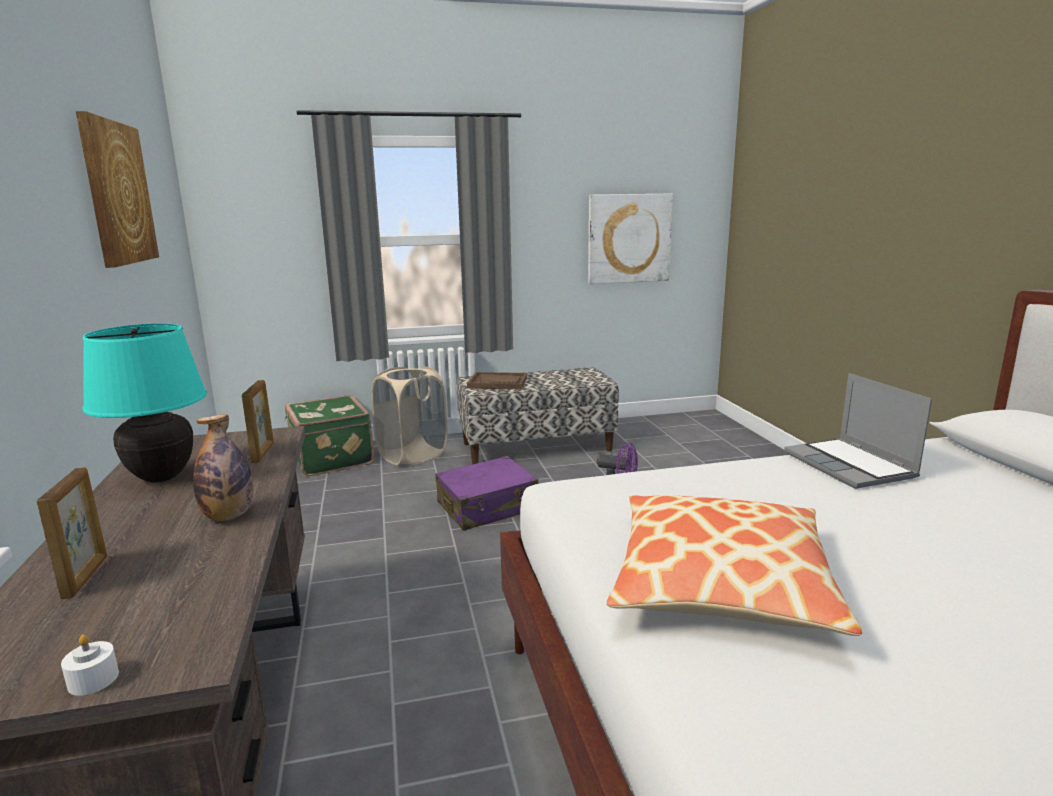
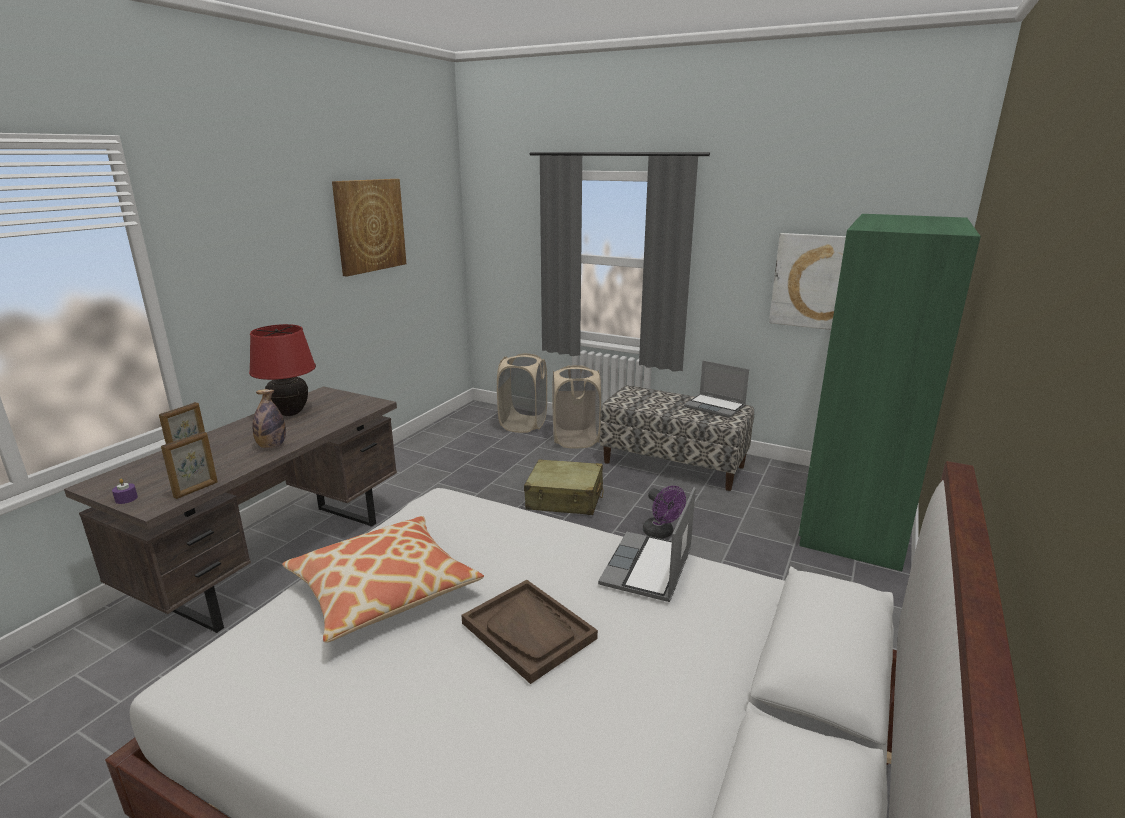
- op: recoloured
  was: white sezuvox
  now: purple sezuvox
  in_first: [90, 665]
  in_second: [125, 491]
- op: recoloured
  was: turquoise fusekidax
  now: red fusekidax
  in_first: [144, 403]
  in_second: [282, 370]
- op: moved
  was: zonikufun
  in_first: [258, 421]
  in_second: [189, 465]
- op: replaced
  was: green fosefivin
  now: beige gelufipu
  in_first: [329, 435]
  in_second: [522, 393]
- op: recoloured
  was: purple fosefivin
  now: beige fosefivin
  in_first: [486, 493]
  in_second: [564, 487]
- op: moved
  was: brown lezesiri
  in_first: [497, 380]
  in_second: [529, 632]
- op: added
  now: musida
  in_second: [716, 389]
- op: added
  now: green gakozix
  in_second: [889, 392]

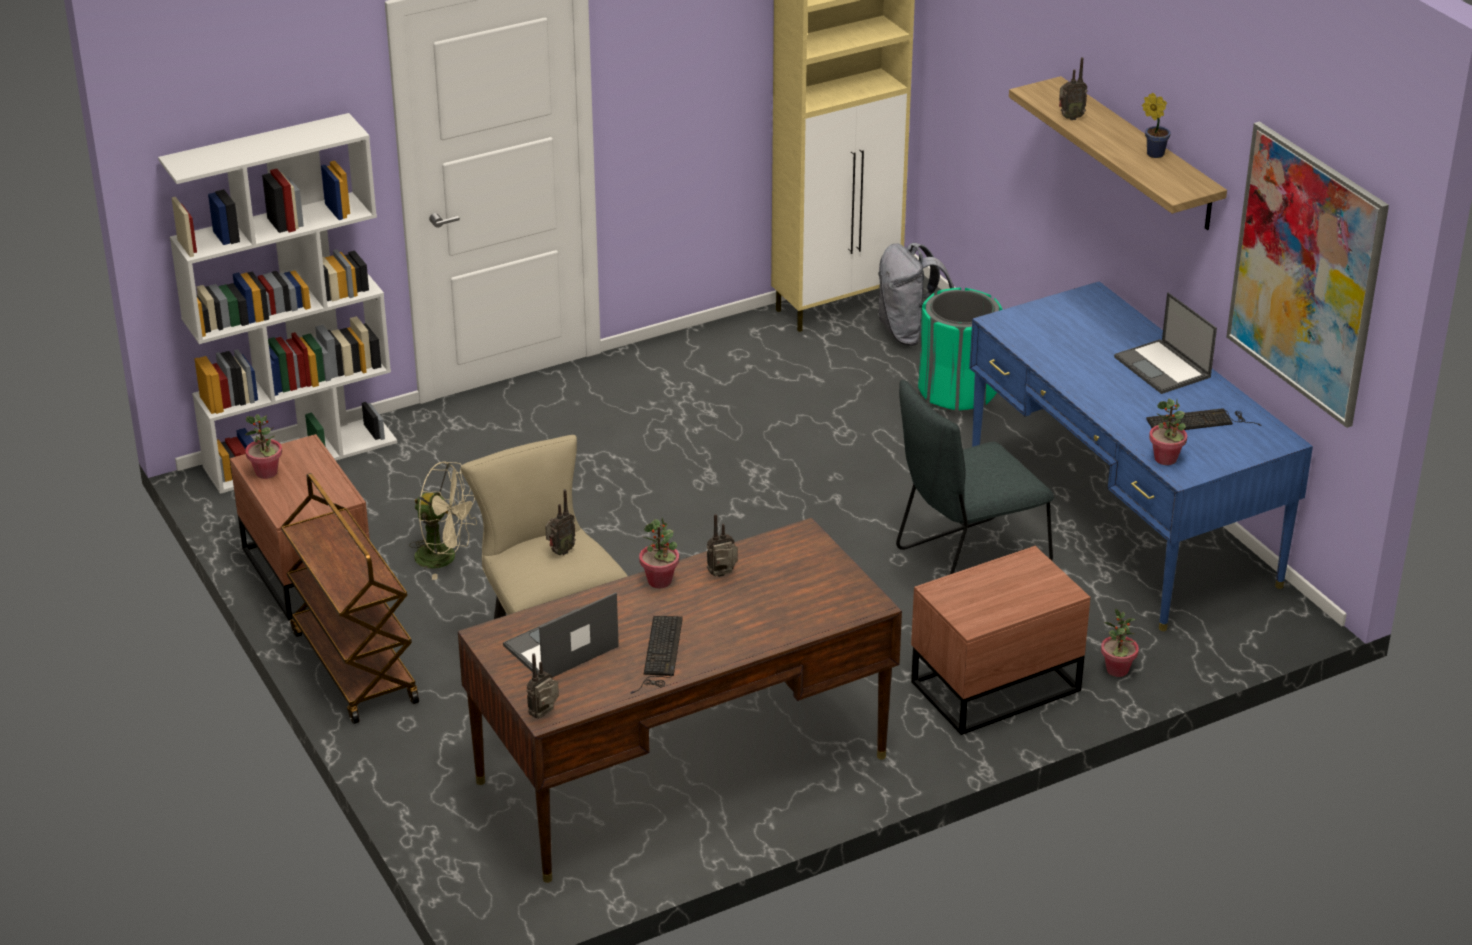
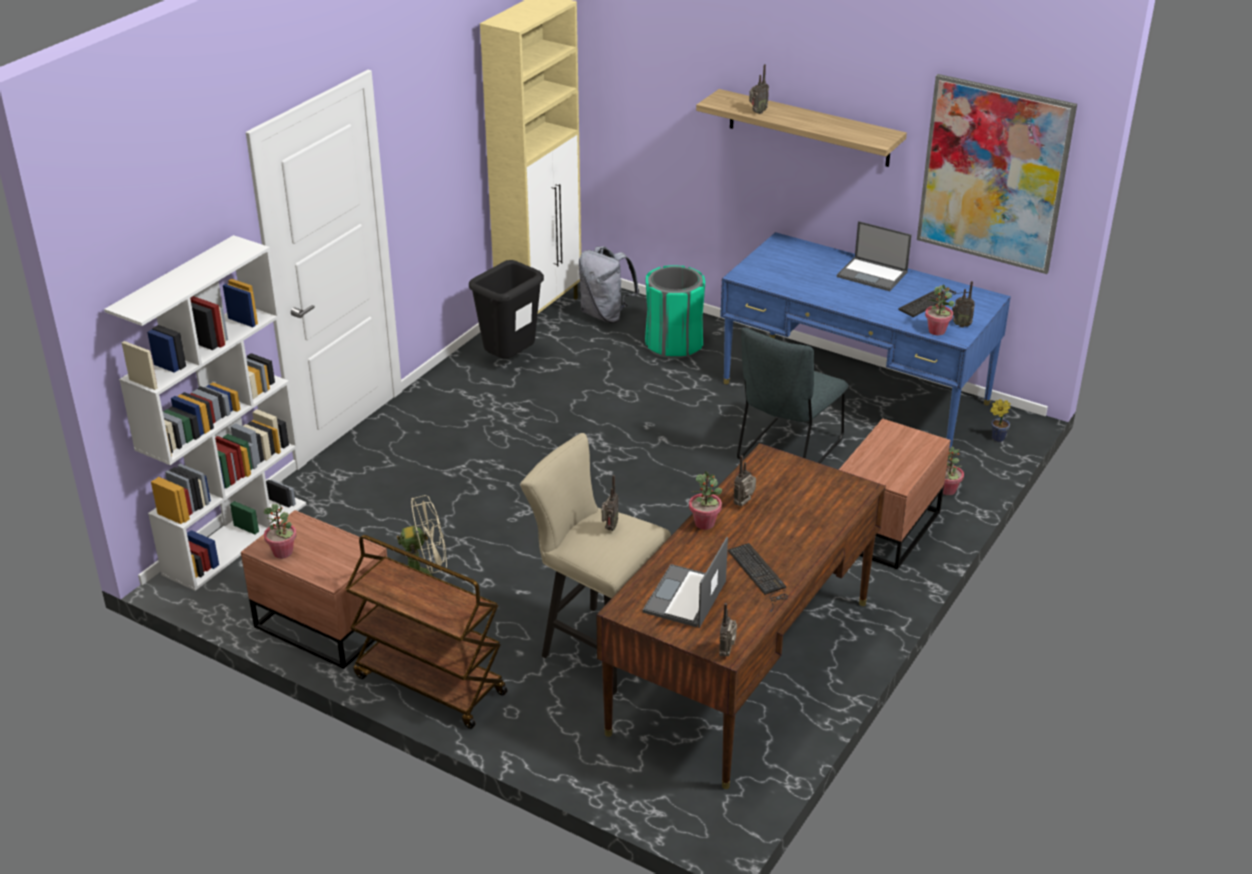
- op: moved
  was: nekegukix
  in_first: [1156, 125]
  in_second: [1000, 420]
- op: added
  now: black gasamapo
  in_second: [506, 309]
- op: added
  now: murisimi
  in_second: [963, 304]

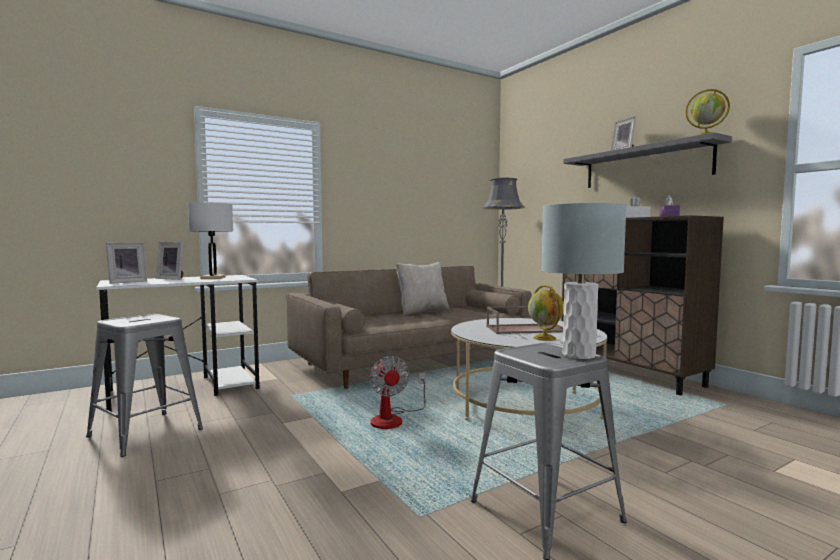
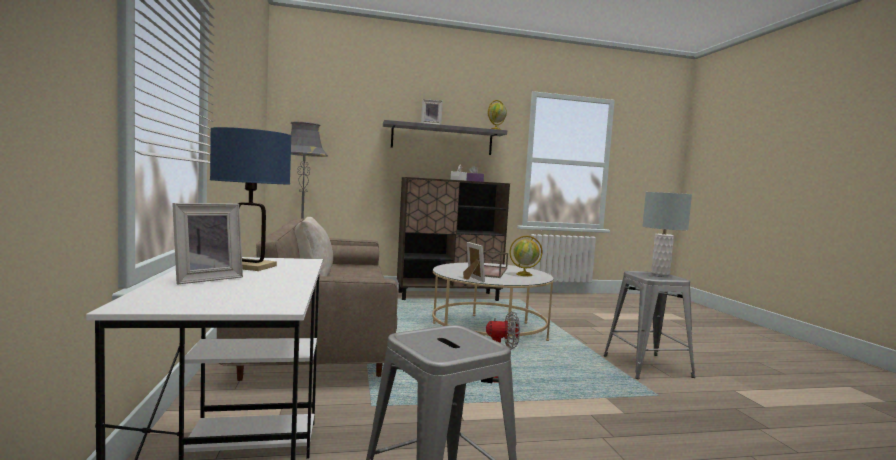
- op: moved
  was: zonikufun
  in_first: [126, 263]
  in_second: [474, 262]
- op: recoloured
  was: white fusekidax
  now: blue fusekidax
  in_first: [210, 240]
  in_second: [250, 199]

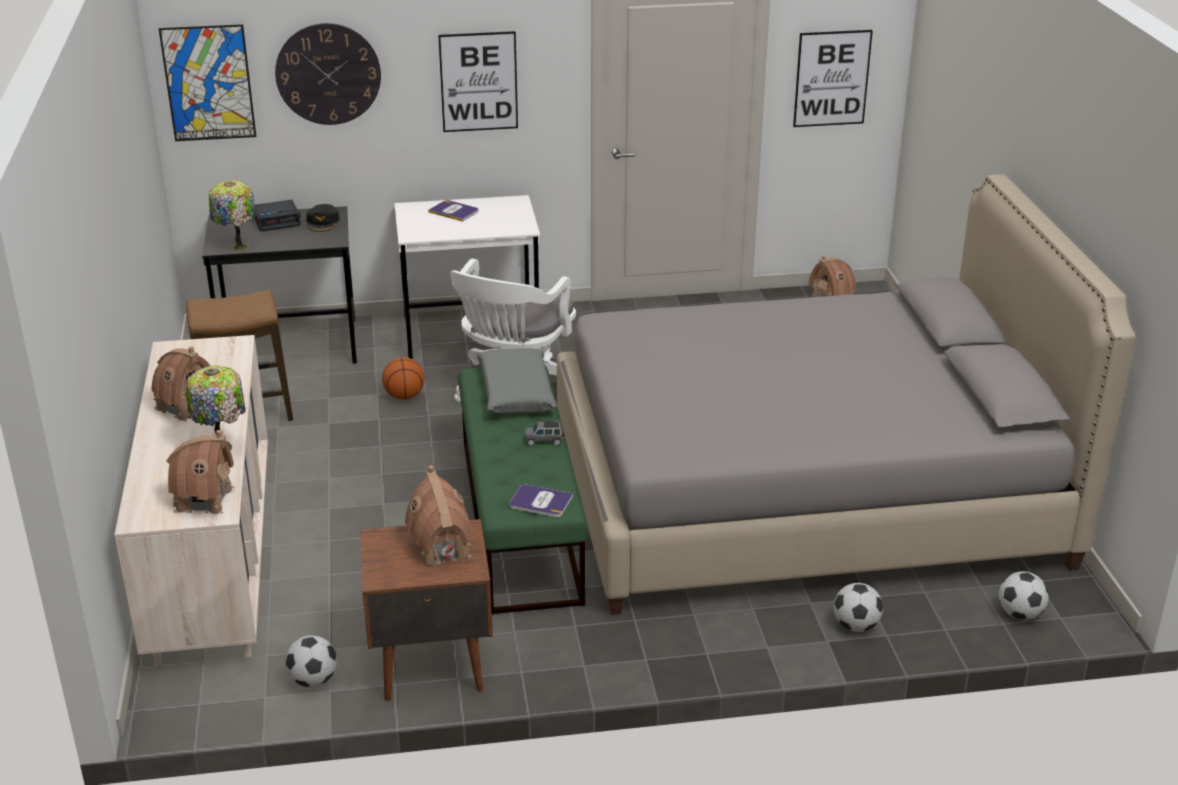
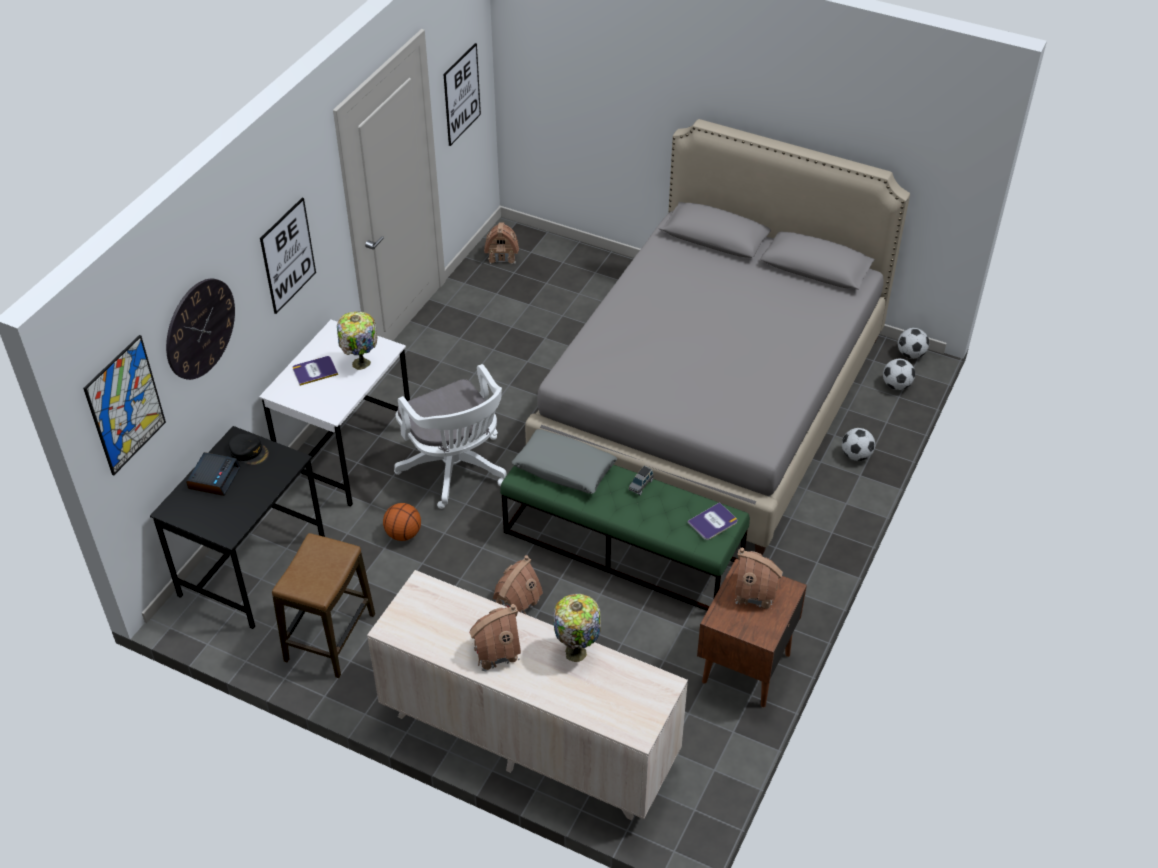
- op: moved
  was: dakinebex
  in_first: [200, 472]
  in_second: [518, 584]
- op: moved
  was: fusekidax
  in_first: [232, 215]
  in_second: [357, 340]
- op: moved
  was: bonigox
  in_first: [311, 661]
  in_second: [913, 343]

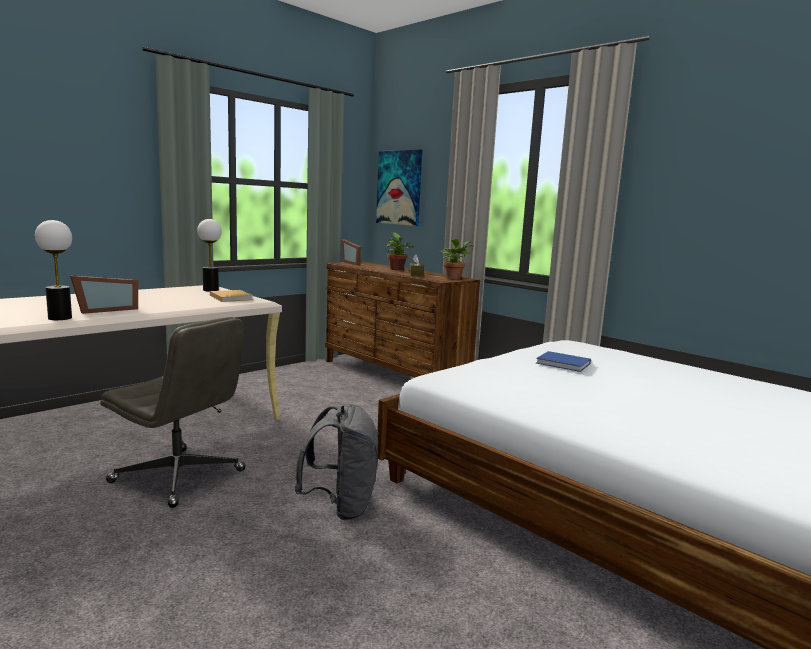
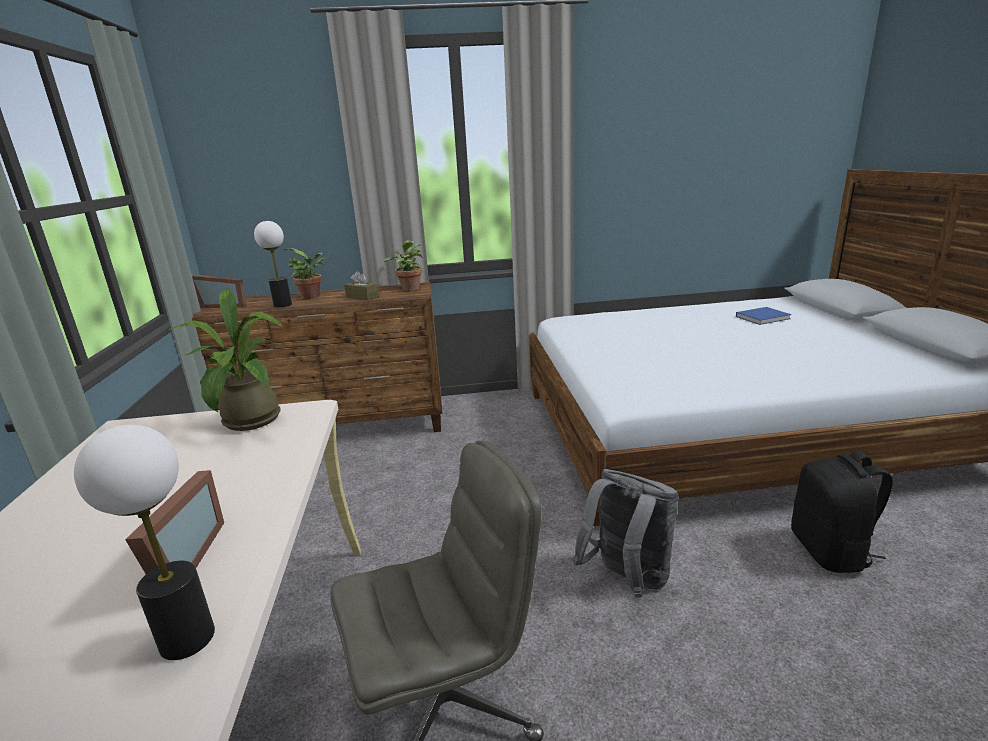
- op: moved
  was: fusekidax
  in_first: [210, 255]
  in_second: [273, 264]
- op: replaced
  was: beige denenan
  now: nekegukix
  in_first: [231, 296]
  in_second: [226, 360]
- op: removed
  was: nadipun
  in_first: [399, 187]
- op: moved
  was: blue denenan
  in_first: [563, 361]
  in_second: [764, 316]
- op: added
  now: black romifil
  in_second: [842, 512]

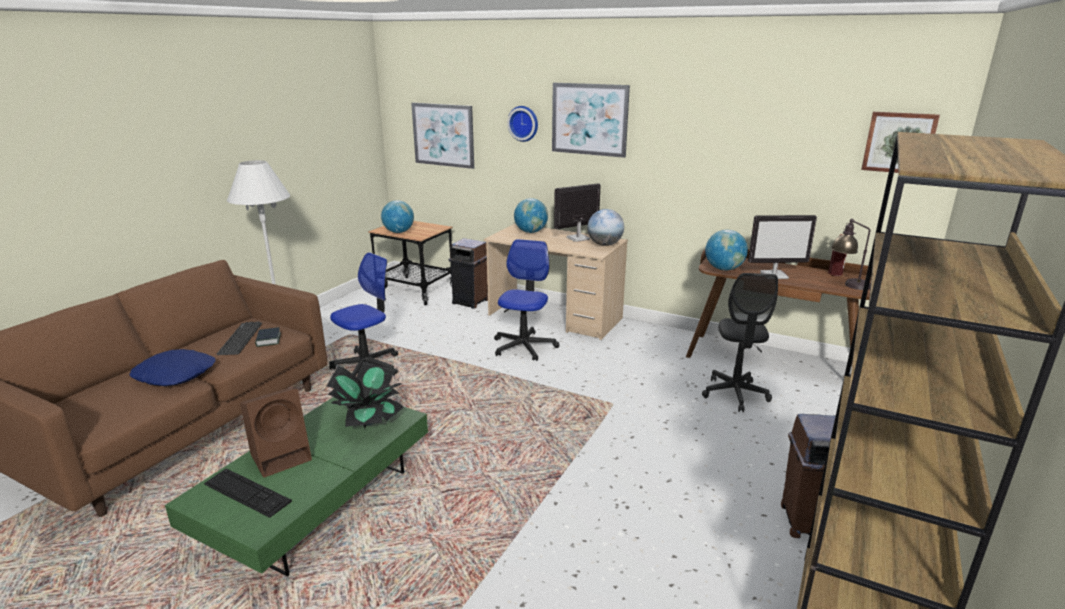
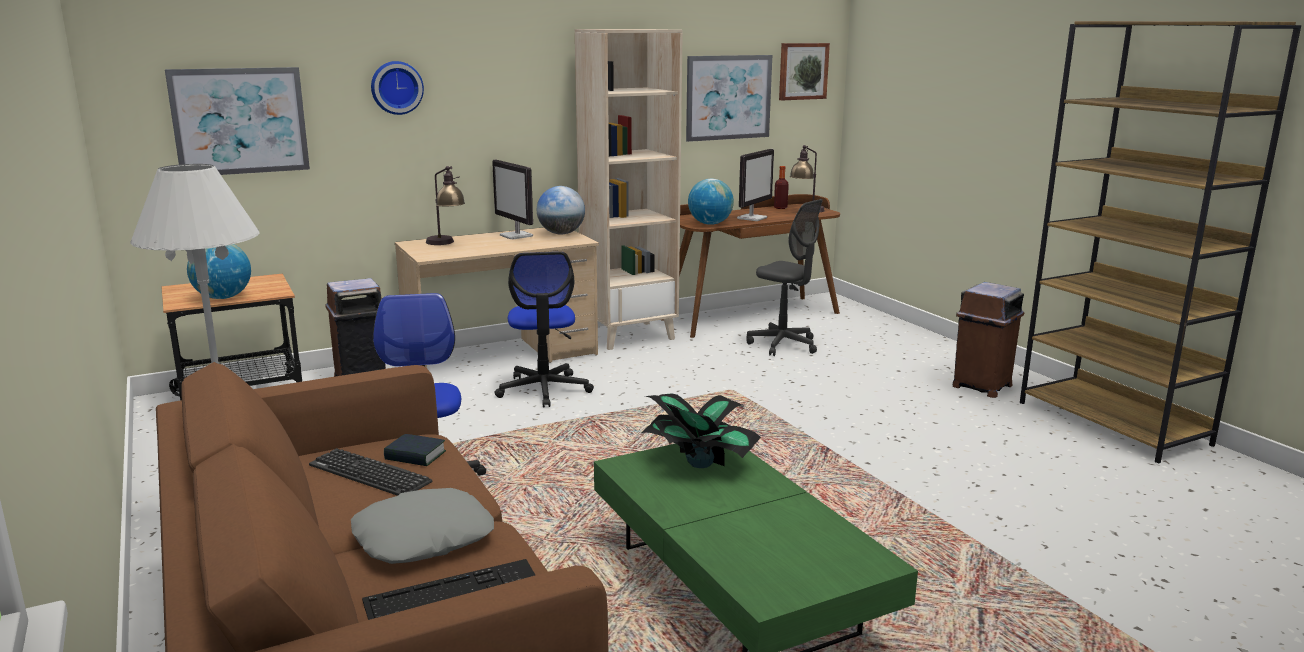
- op: recoloured
  was: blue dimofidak
  now: grey dimofidak
  in_first: [172, 367]
  in_second: [422, 526]
- op: moved
  was: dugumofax
  in_first: [248, 493]
  in_second: [448, 589]
- op: removed
  was: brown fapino
  in_first: [276, 433]
- op: turned
  was: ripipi
  in_first: [526, 300]
  in_second: [544, 329]
  clockwise: -150
- op: replaced
  was: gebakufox
  now: fusekidax
  in_first: [531, 215]
  in_second: [445, 205]
- op: moved
  was: nadipun
  in_first: [591, 120]
  in_second: [729, 98]
- op: turned
  was: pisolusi
  in_first: [577, 212]
  in_second: [512, 199]
  clockwise: -45
- op: added
  now: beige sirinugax
  in_second: [629, 189]

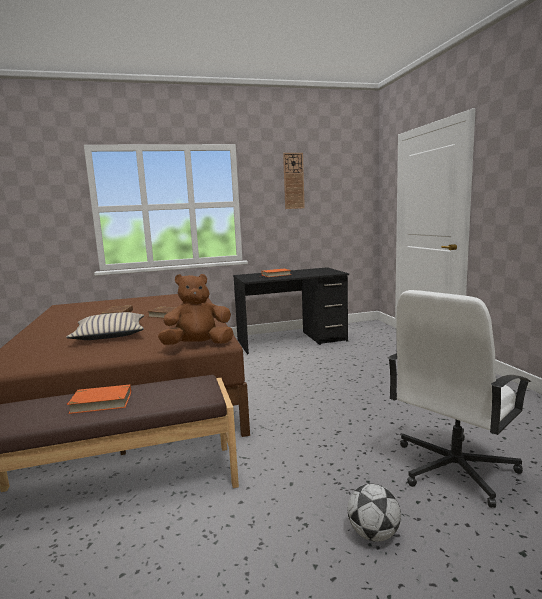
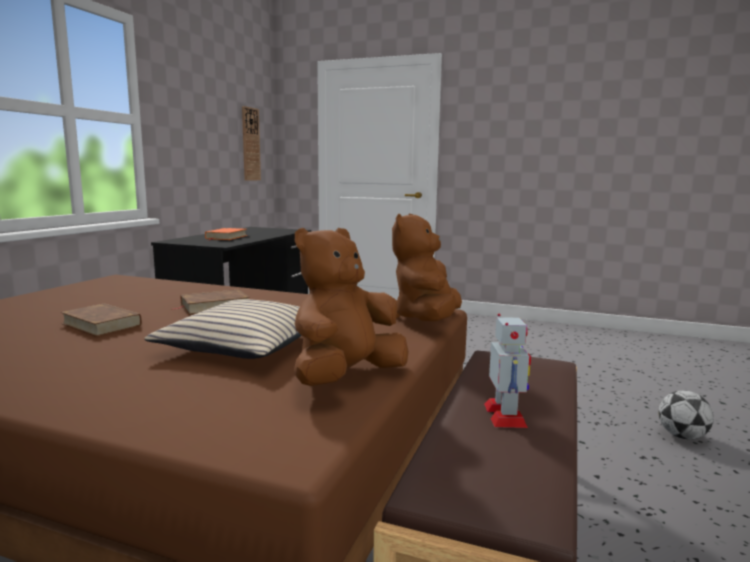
- op: replaced
  was: orange denenan
  now: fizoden
  in_first: [98, 399]
  in_second: [507, 371]
- op: moved
  was: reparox
  in_first: [294, 181]
  in_second: [251, 143]
- op: removed
  was: white ripipi
  in_first: [459, 399]
- op: added
  now: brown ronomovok
  in_second: [351, 307]

